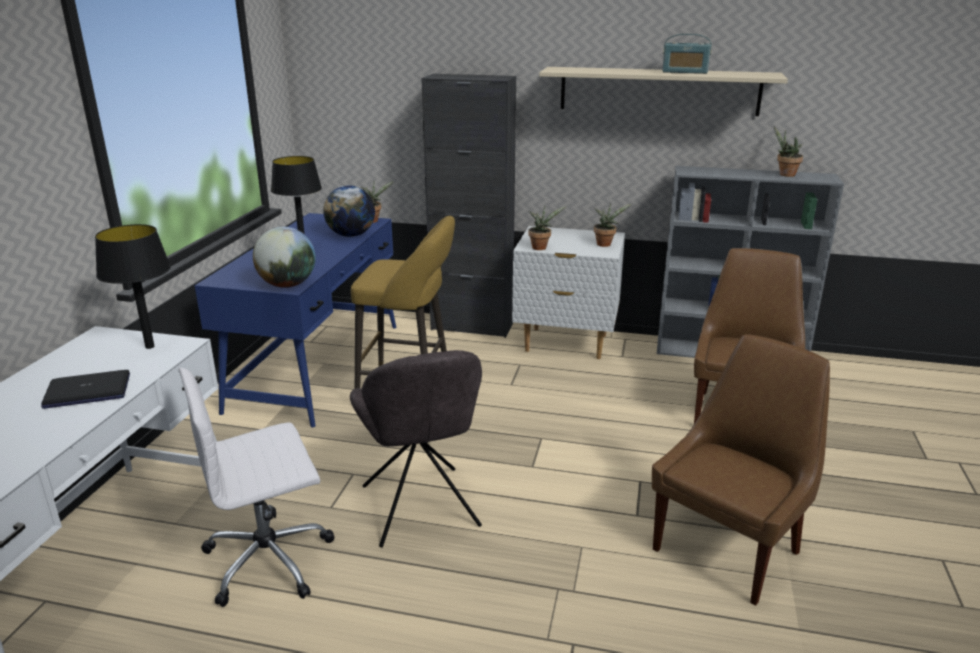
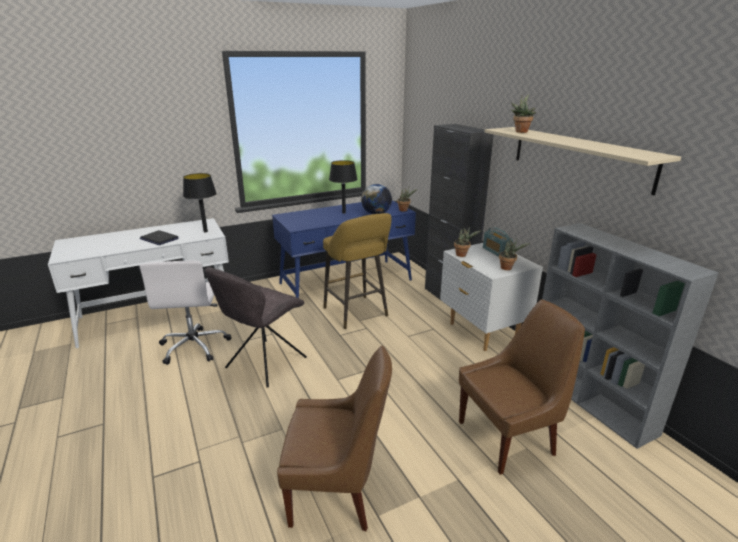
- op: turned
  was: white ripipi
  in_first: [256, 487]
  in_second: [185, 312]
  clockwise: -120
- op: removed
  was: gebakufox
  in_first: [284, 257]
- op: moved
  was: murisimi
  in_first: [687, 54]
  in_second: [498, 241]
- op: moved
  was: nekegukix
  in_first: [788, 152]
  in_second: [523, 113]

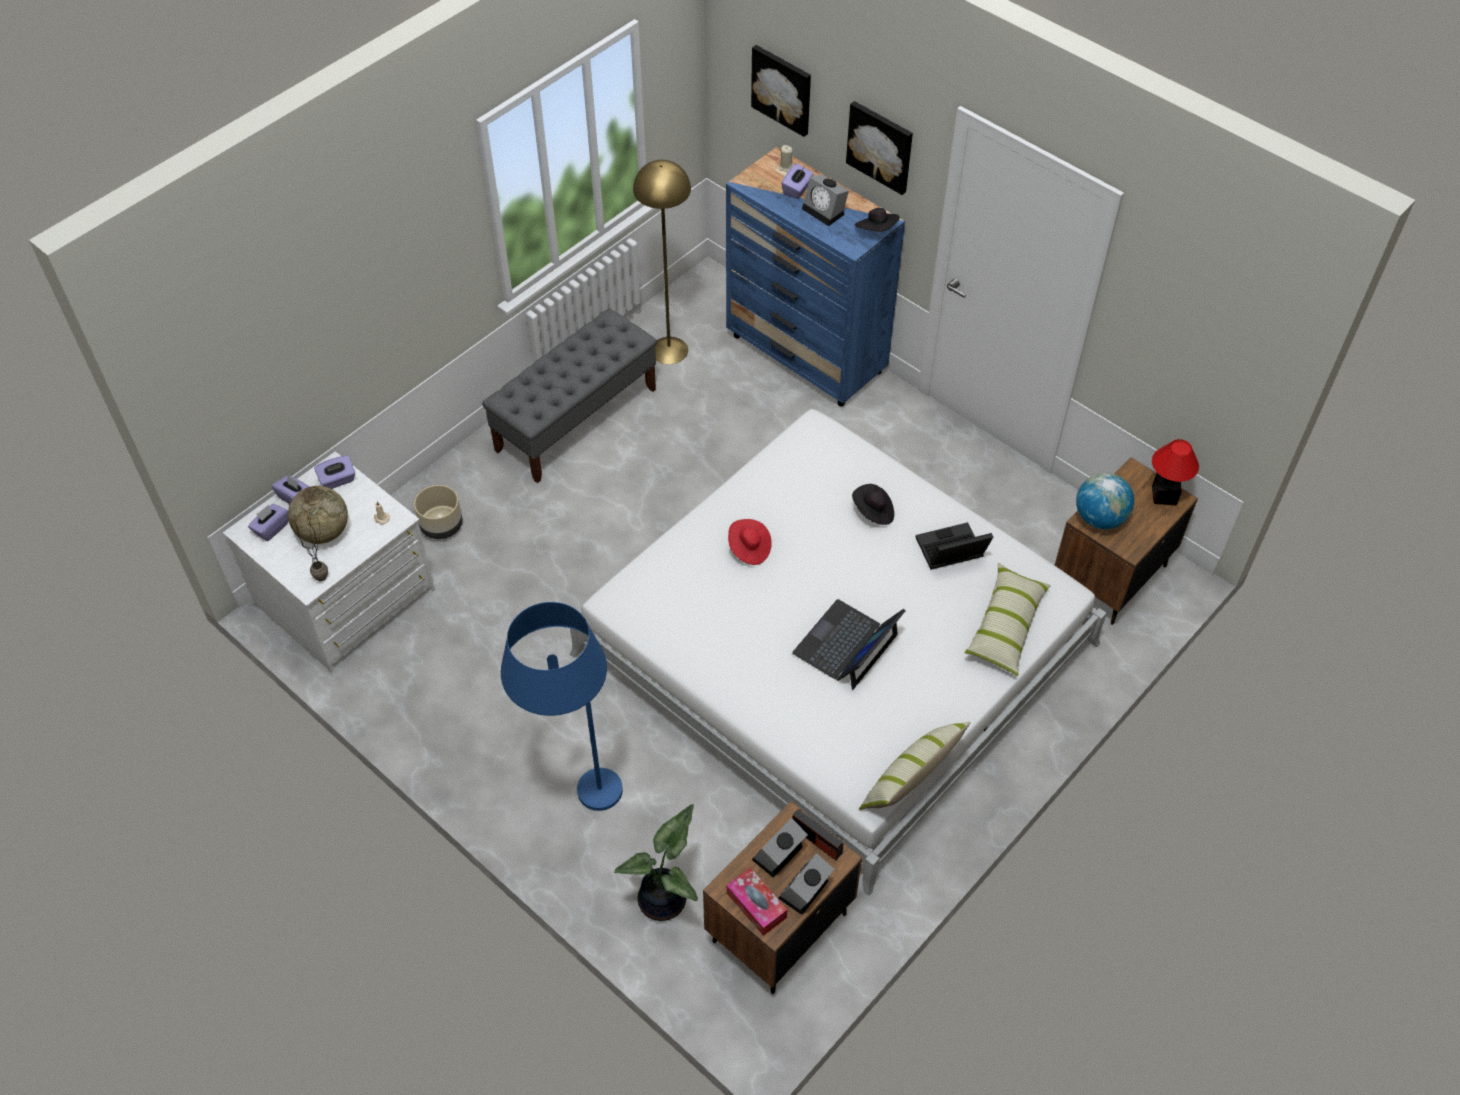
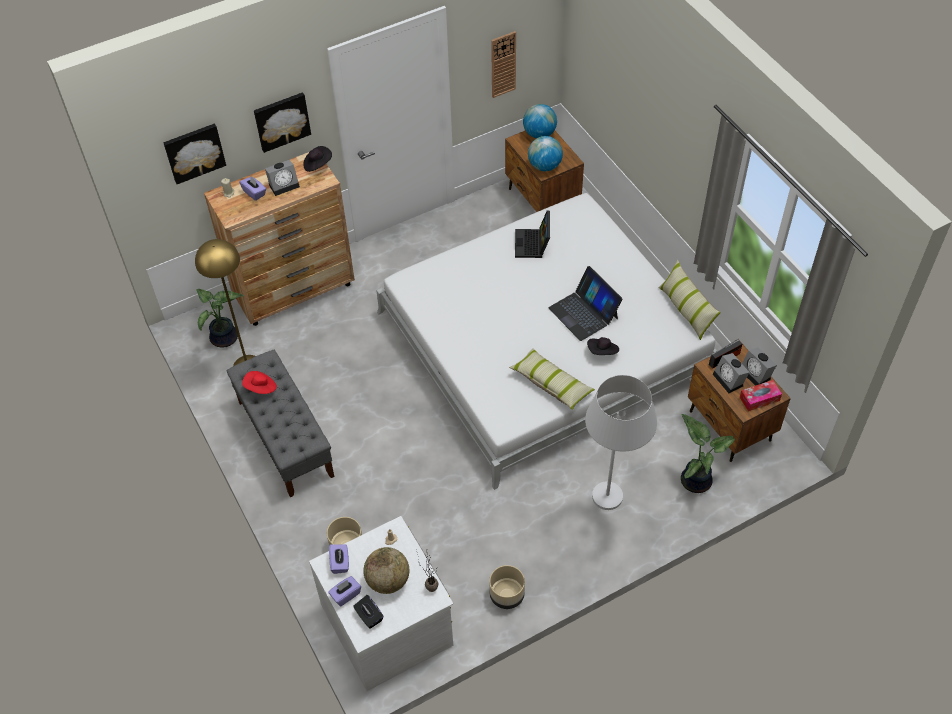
- op: recoloured
  was: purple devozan
  now: black devozan
  in_first: [268, 522]
  in_second: [368, 612]
- op: recoloured
  was: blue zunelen
  now: white zunelen
  in_first: [562, 706]
  in_second: [621, 442]
- op: recoloured
  was: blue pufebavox
  now: brown pufebavox
  in_first: [815, 276]
  in_second: [279, 239]
- op: moved
  was: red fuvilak
  in_first: [750, 542]
  in_second: [259, 382]
- op: moved
  was: black fuvilak
  in_first: [873, 504]
  in_second: [603, 346]
- op: moved
  was: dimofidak
  in_first: [1007, 619]
  in_second: [552, 379]
- op: replaced
  was: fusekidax
  now: gebakufox
  in_first: [1175, 472]
  in_second: [540, 121]
- op: added
  now: nekegukix
  in_second: [220, 318]
- op: added
  now: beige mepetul
  in_second: [507, 587]
- op: added
  now: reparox
  in_second: [503, 64]

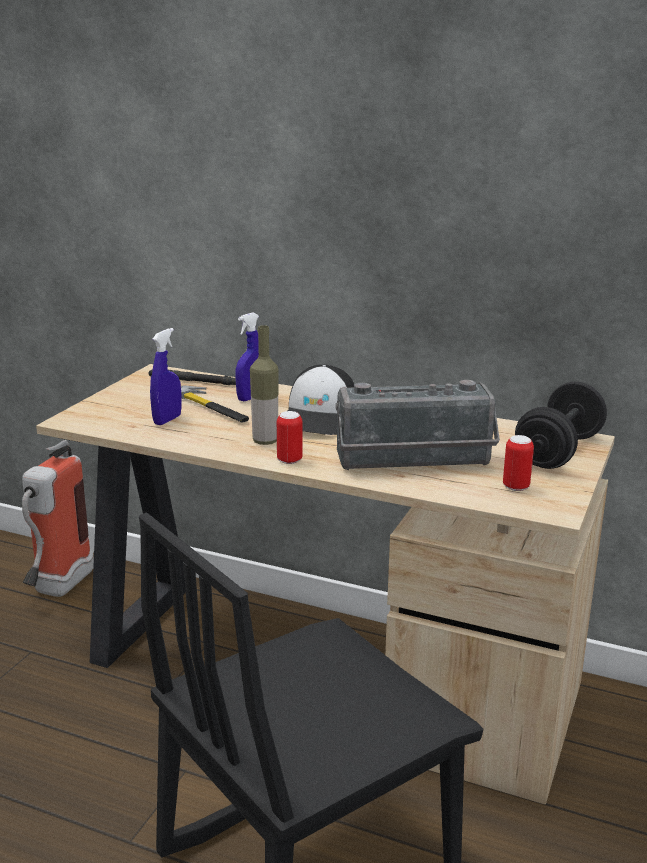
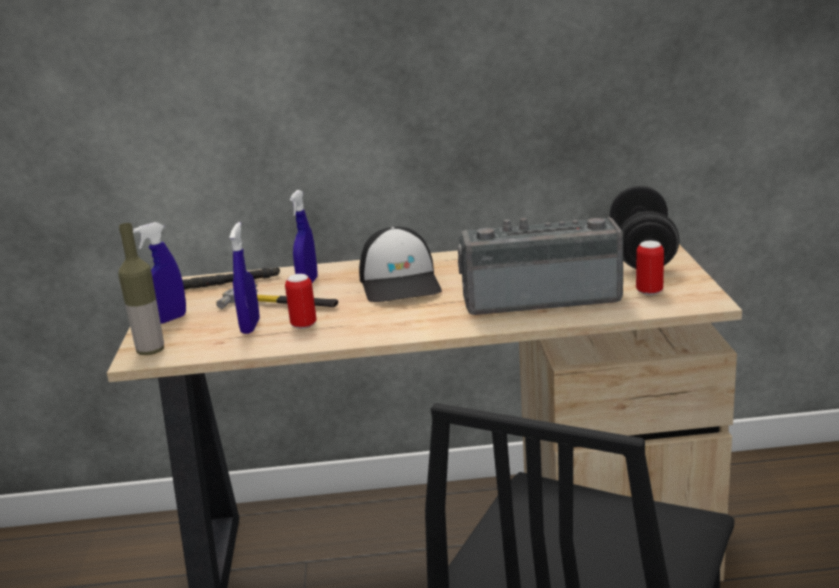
- op: removed
  was: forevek
  in_first: [58, 518]
- op: moved
  was: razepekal
  in_first: [264, 385]
  in_second: [141, 289]
- op: moved
  was: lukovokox
  in_first: [290, 437]
  in_second: [300, 301]
- op: turned
  was: murisimi
  in_first: [418, 425]
  in_second: [540, 266]
  clockwise: -150
- op: added
  now: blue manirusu
  in_second: [159, 273]

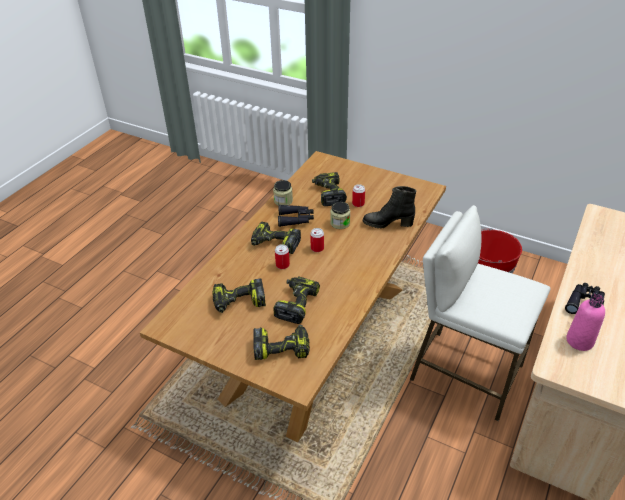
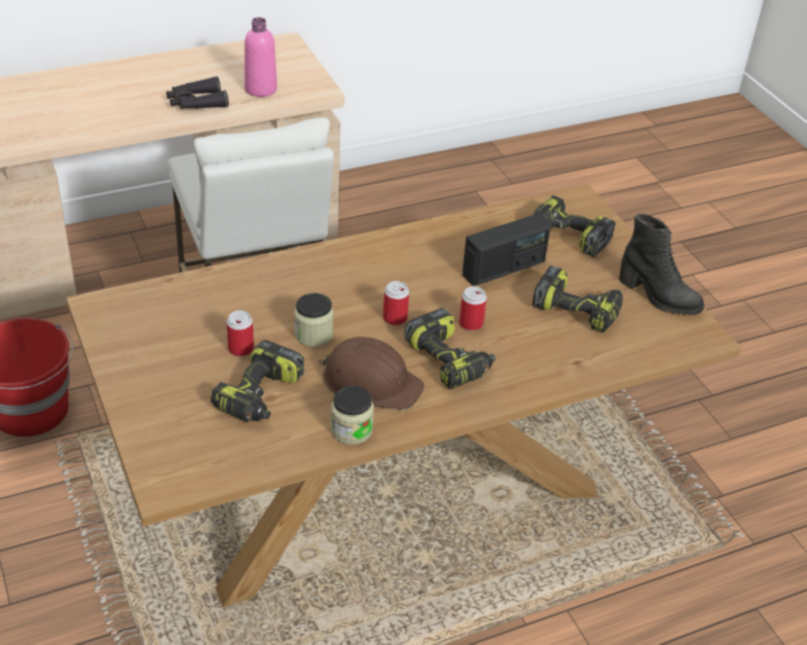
- op: replaced
  was: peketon
  now: murisimi
  in_first: [296, 300]
  in_second: [507, 250]
- op: replaced
  was: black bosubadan
  now: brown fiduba
  in_first: [296, 216]
  in_second: [371, 373]
- op: moved
  was: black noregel
  in_first: [389, 207]
  in_second: [661, 264]

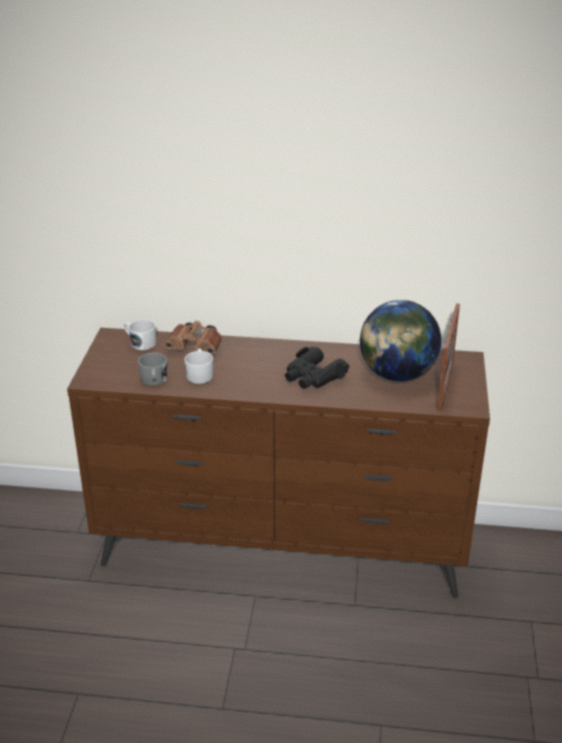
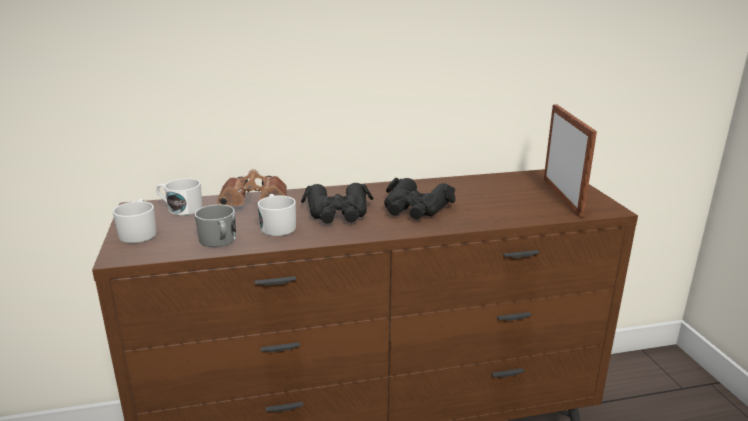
- op: removed
  was: gebakufox
  in_first: [400, 340]
- op: added
  now: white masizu
  in_second: [135, 221]
- op: added
  now: black bosubadan
  in_second: [337, 203]

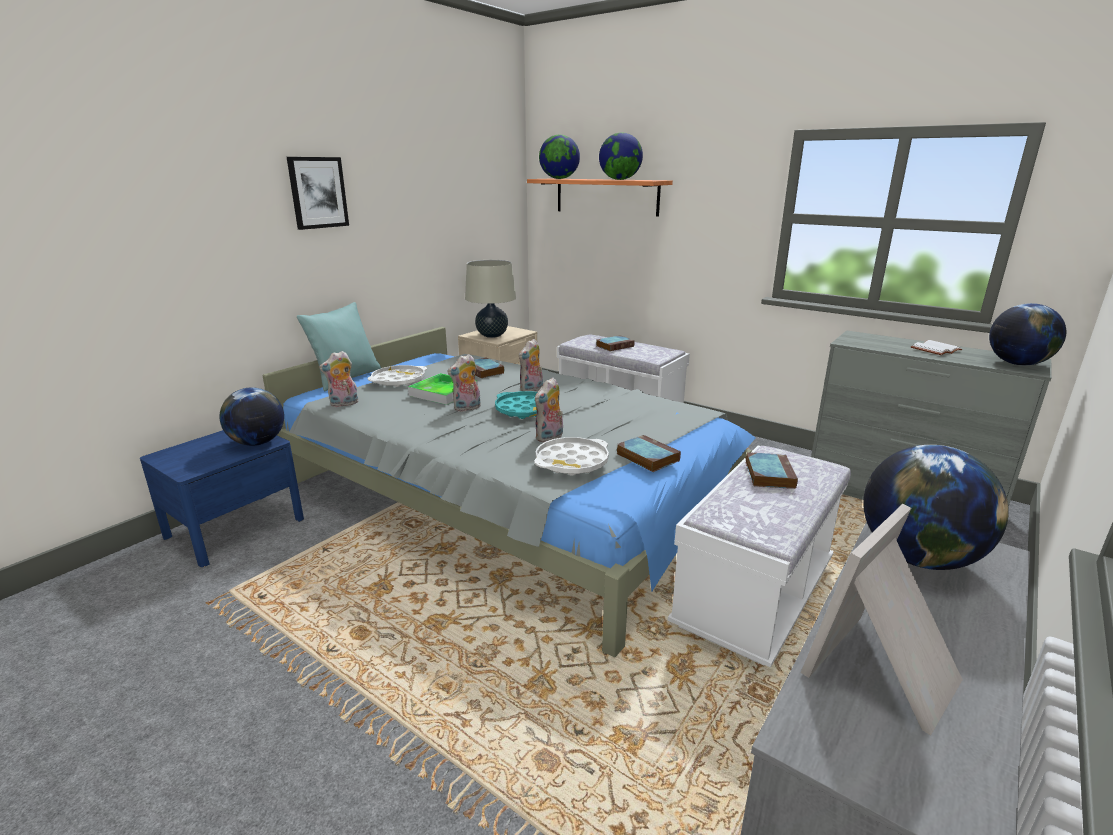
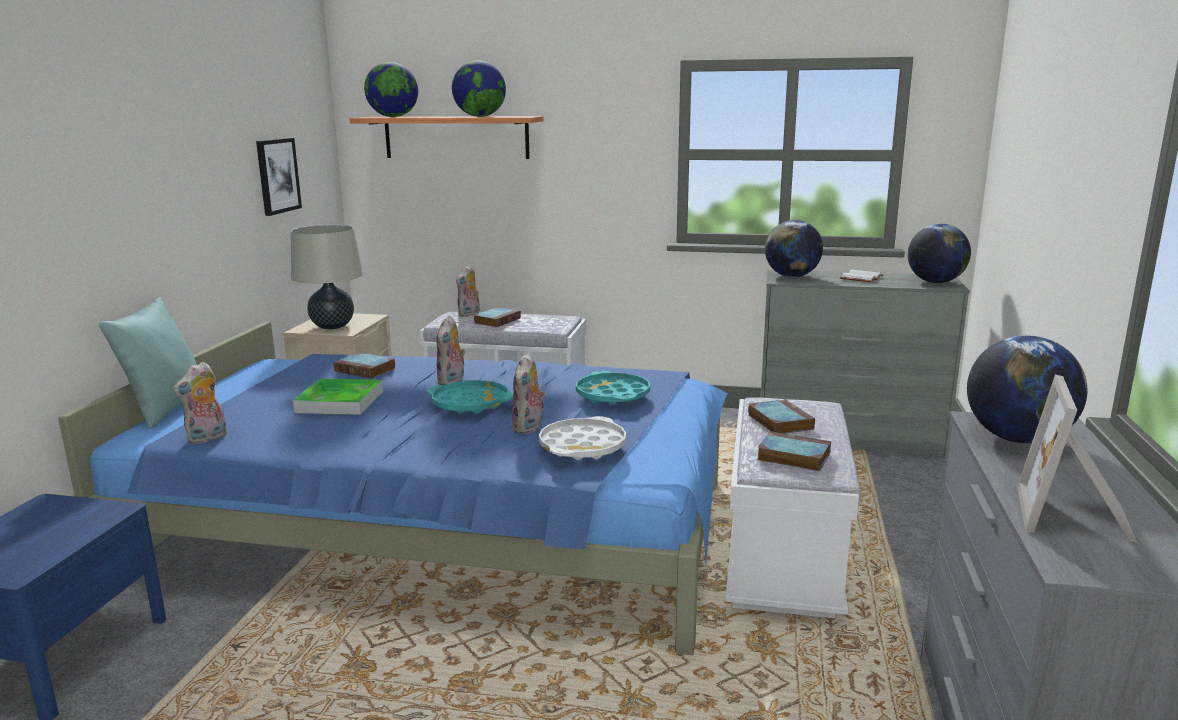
- op: moved
  was: gebakufox
  in_first: [252, 416]
  in_second: [794, 248]
- op: recoloured
  was: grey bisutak
  now: blue bisutak
  in_first: [509, 492]
  in_second: [392, 488]
- op: moved
  was: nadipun
  in_first: [318, 193]
  in_second: [279, 177]
- op: removed
  was: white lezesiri
  in_first: [397, 376]
- op: moved
  was: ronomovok
  in_first: [464, 383]
  in_second: [468, 291]
- op: moved
  was: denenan
  in_first: [649, 453]
  in_second: [794, 451]
- op: added
  now: turquoise lezesiri
  in_second: [613, 387]

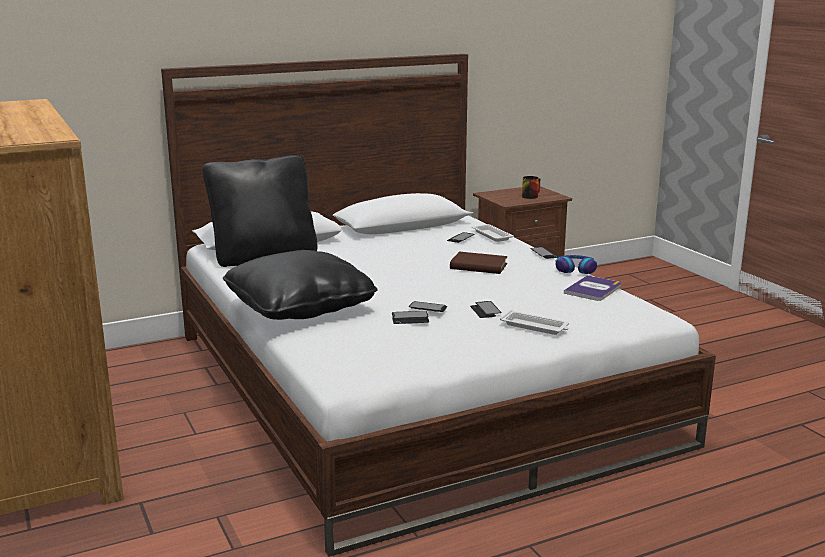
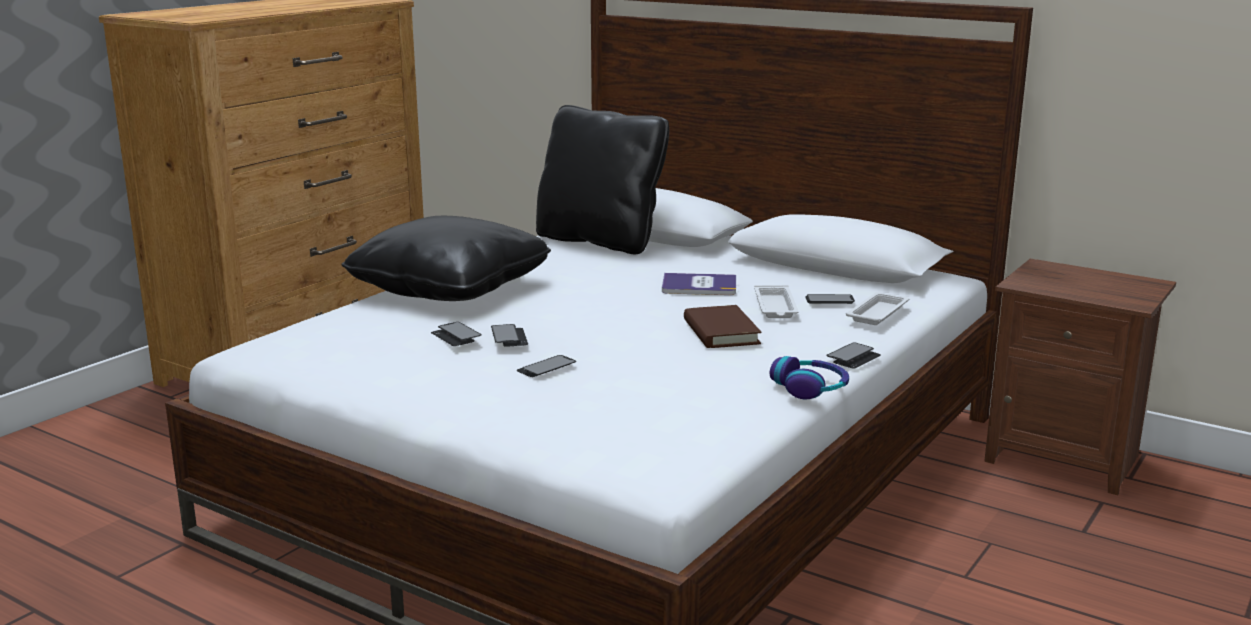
- op: moved
  was: white lezesiri
  in_first: [534, 322]
  in_second: [776, 301]
- op: removed
  was: masizu
  in_first: [531, 187]
- op: moved
  was: denenan
  in_first: [592, 288]
  in_second: [699, 284]

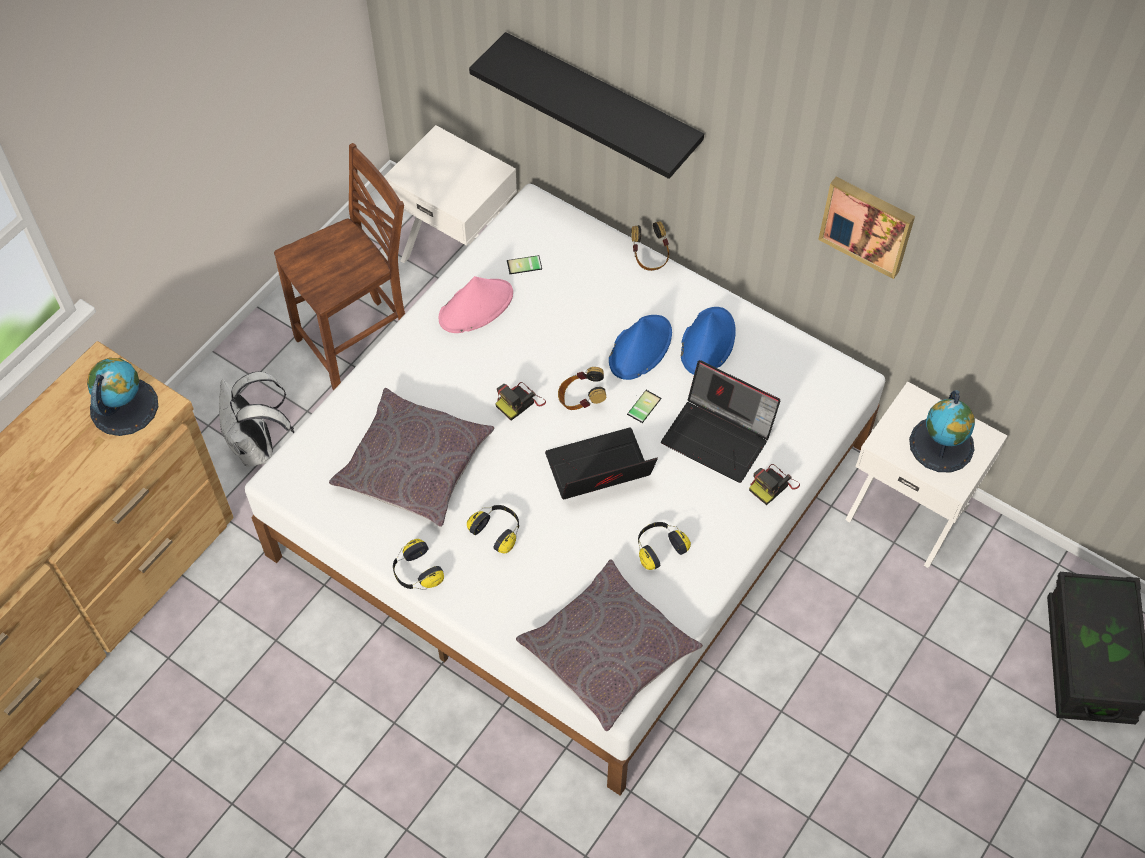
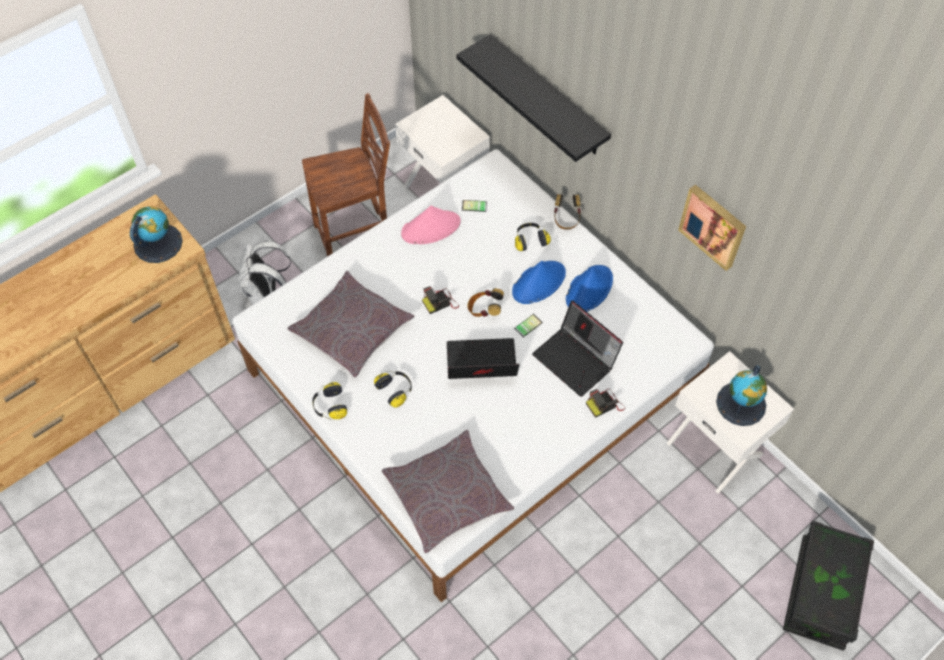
- op: moved
  was: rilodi
  in_first: [664, 546]
  in_second: [533, 237]

